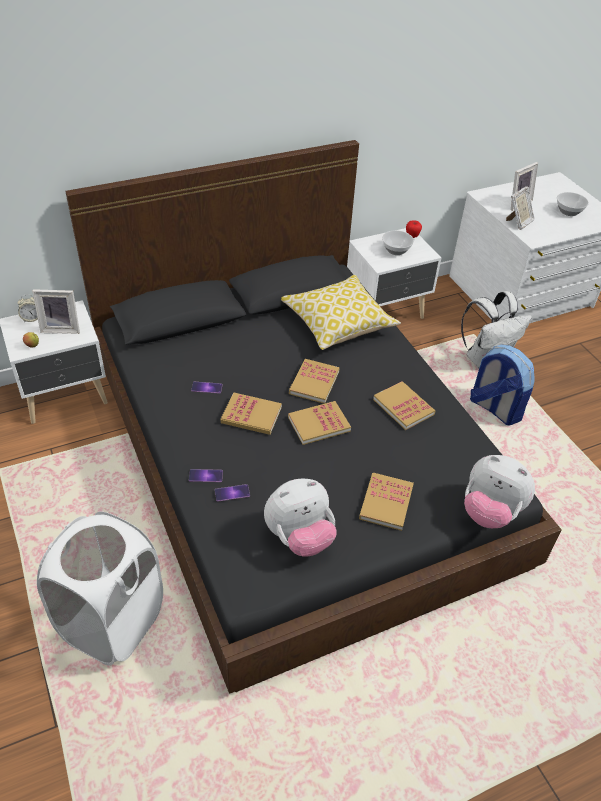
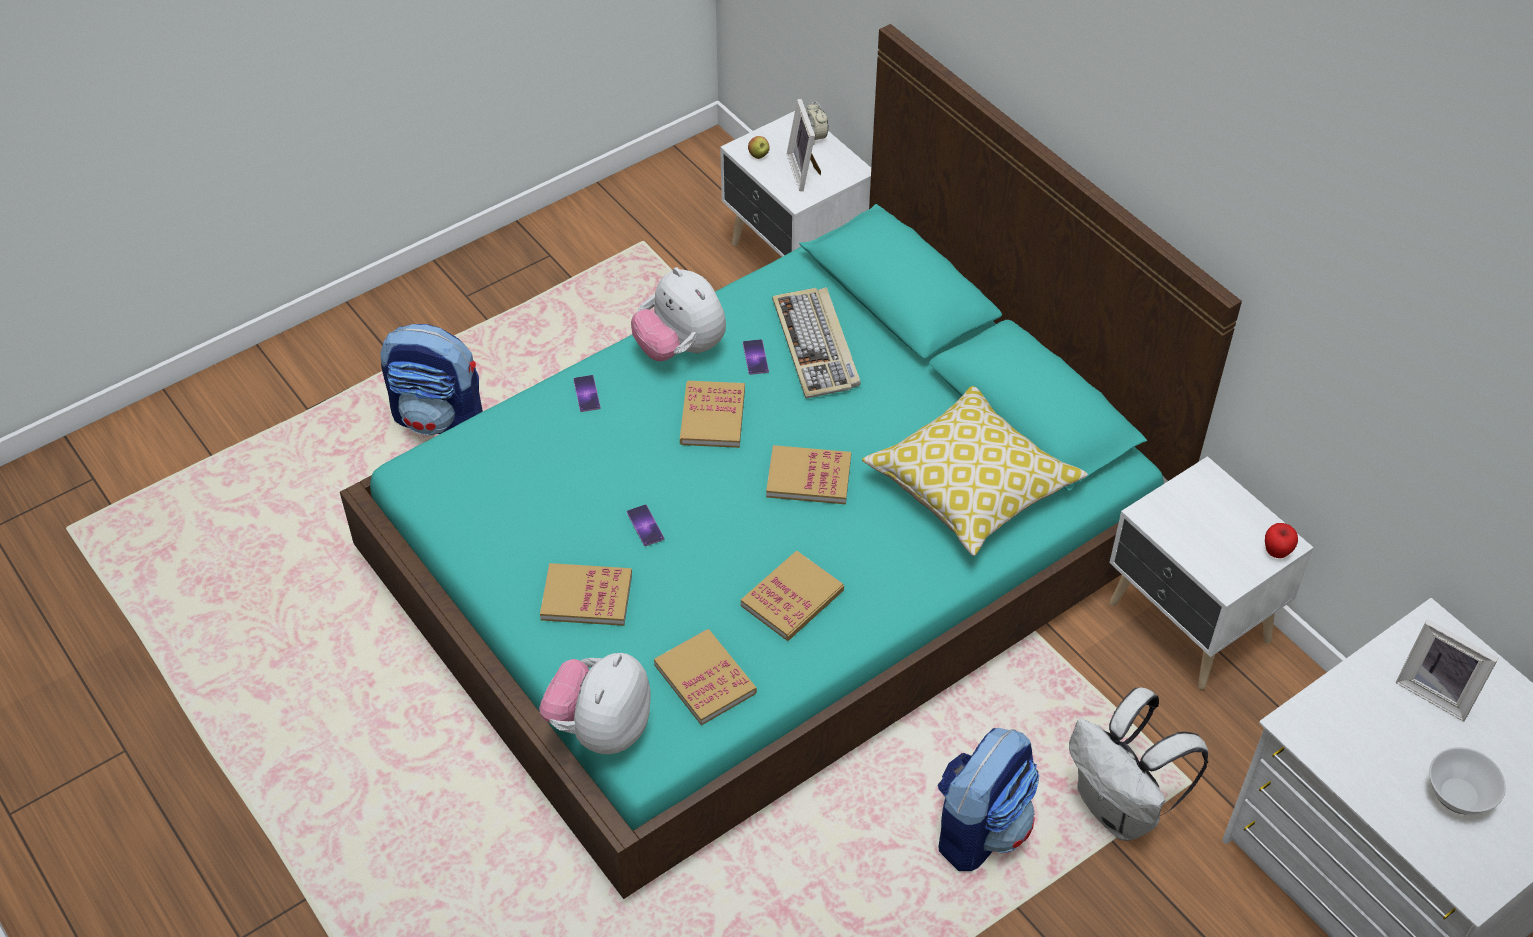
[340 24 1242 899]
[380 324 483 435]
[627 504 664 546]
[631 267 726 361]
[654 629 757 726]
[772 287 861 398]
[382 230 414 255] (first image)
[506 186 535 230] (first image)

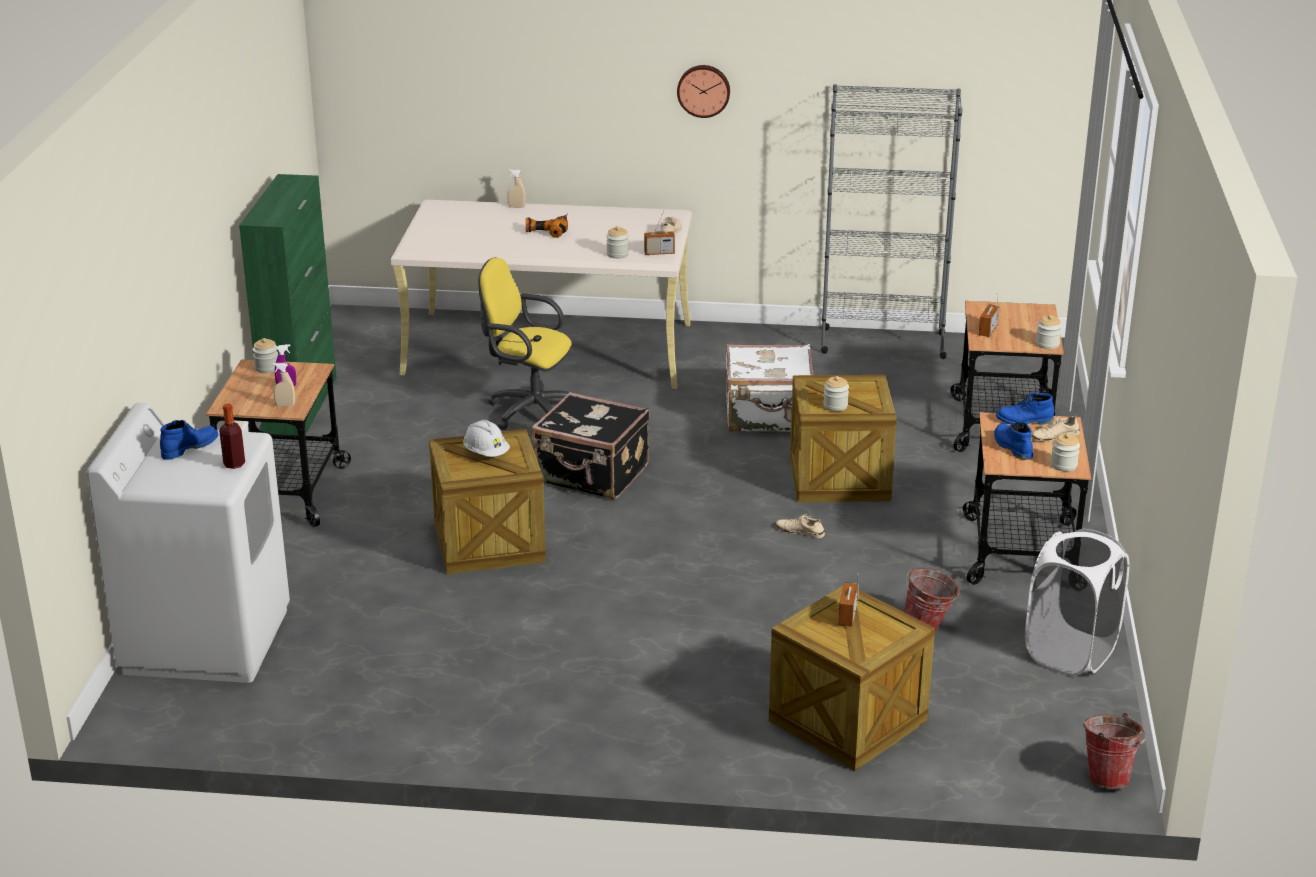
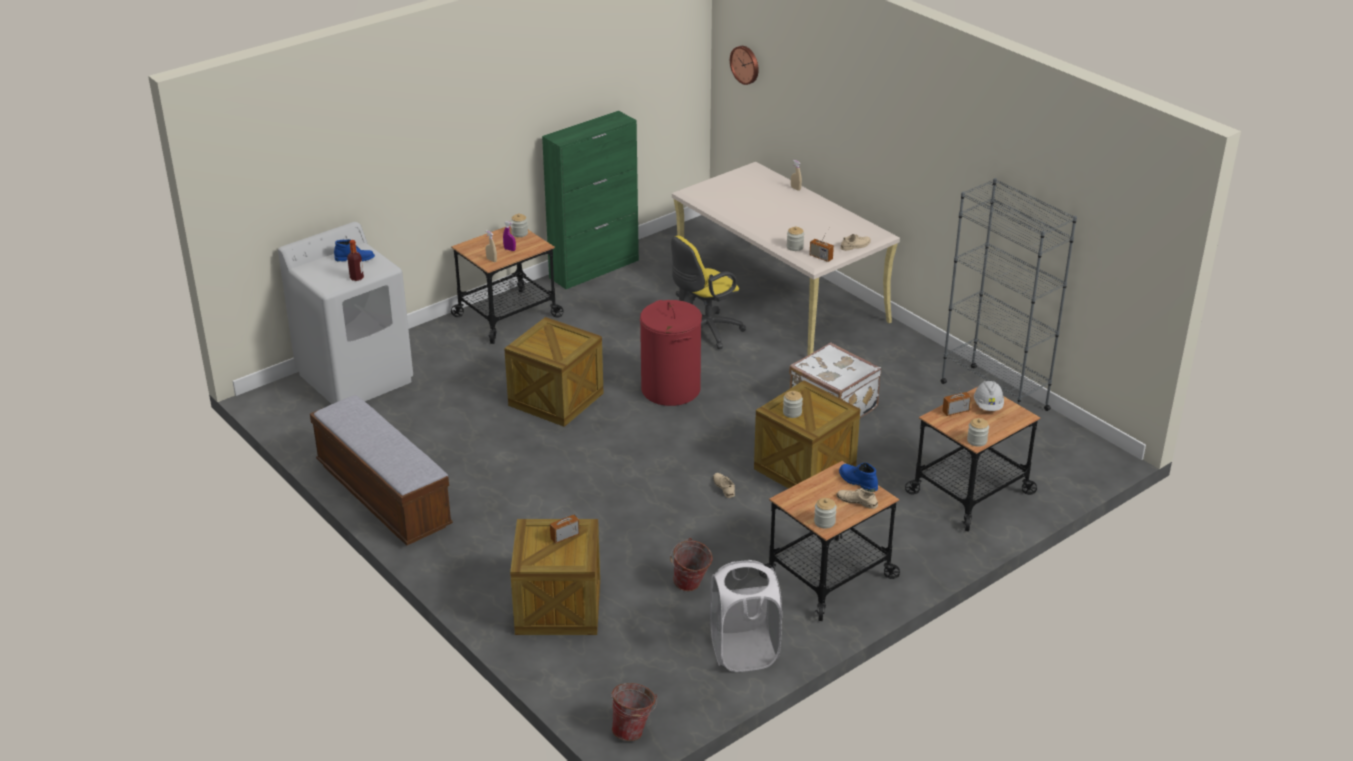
[310 395 453 546]
[640 300 702 406]
[671 236 746 349]
[730 46 759 85]
[974 381 1004 411]
[526 214 568 238] (first image)
[994 421 1033 460] (first image)

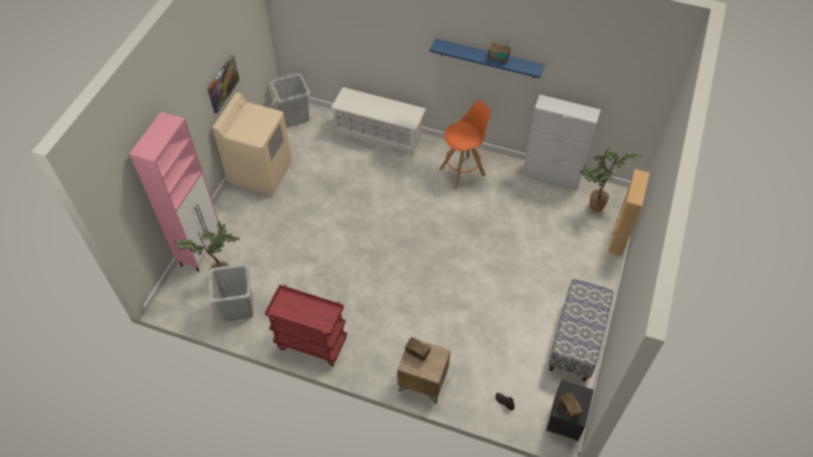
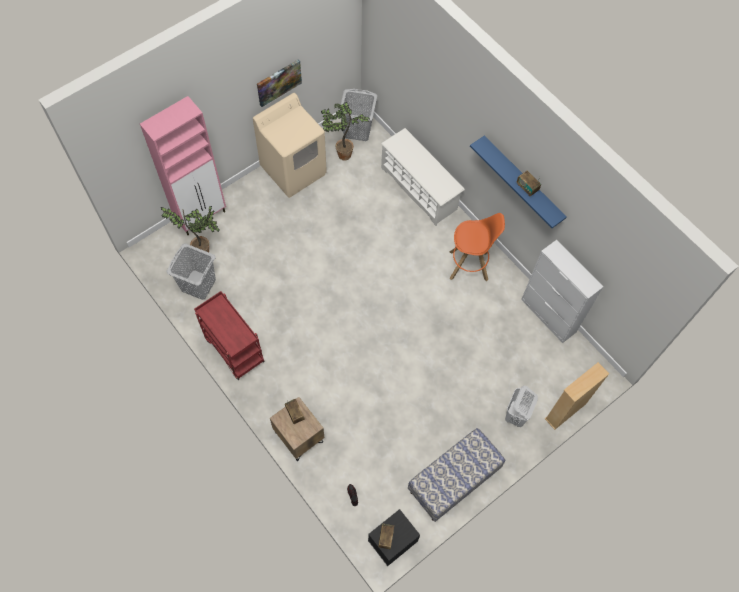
[321 102 370 161]
[505 386 538 427]

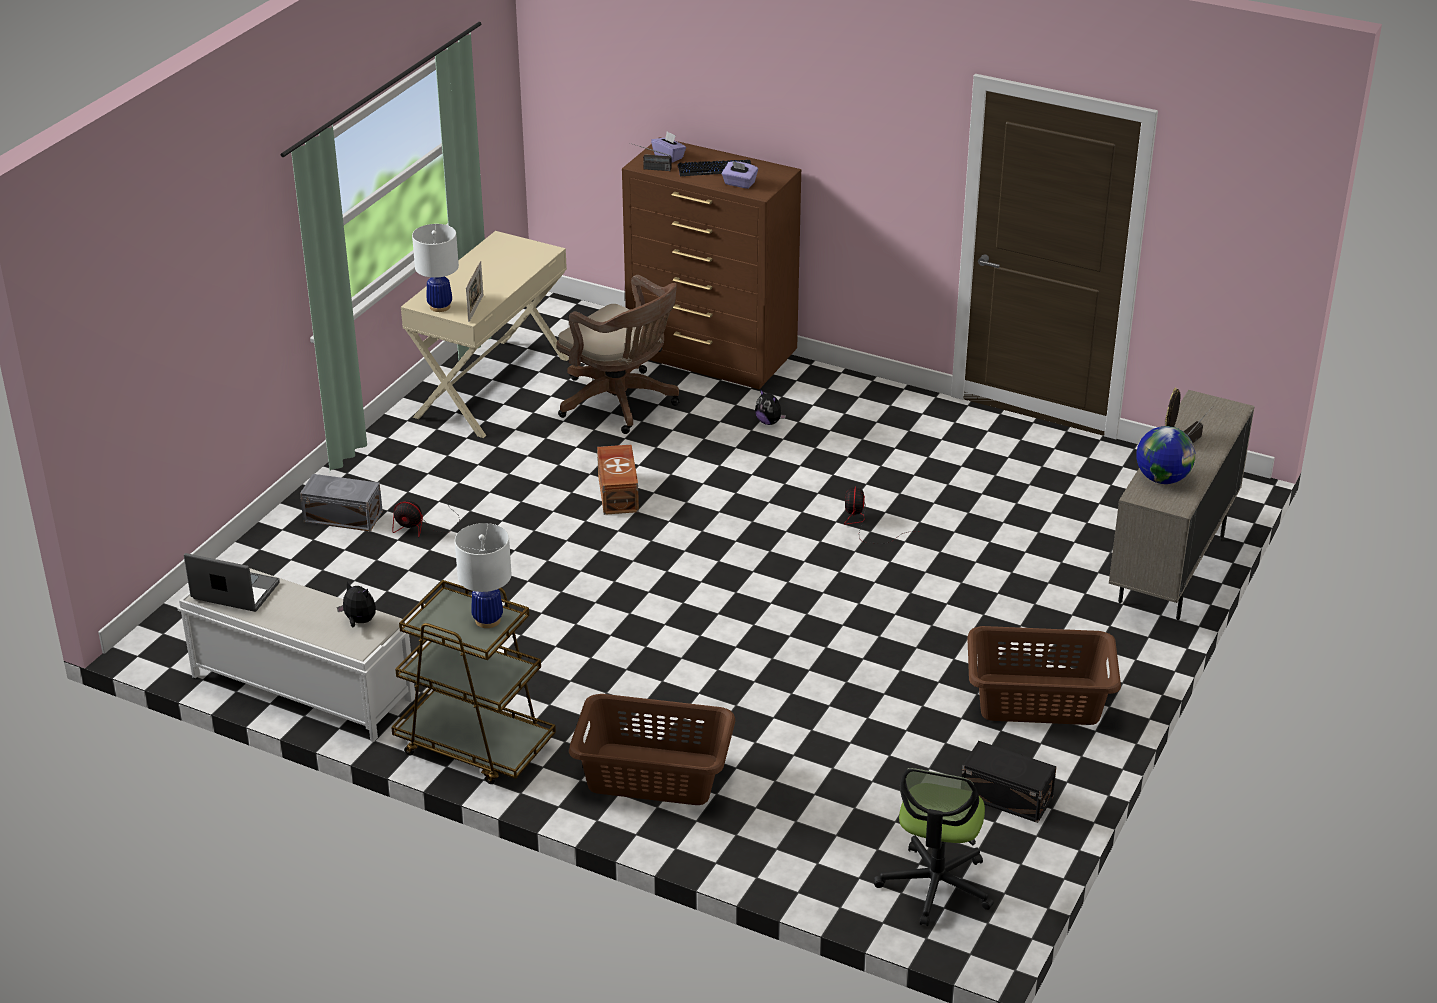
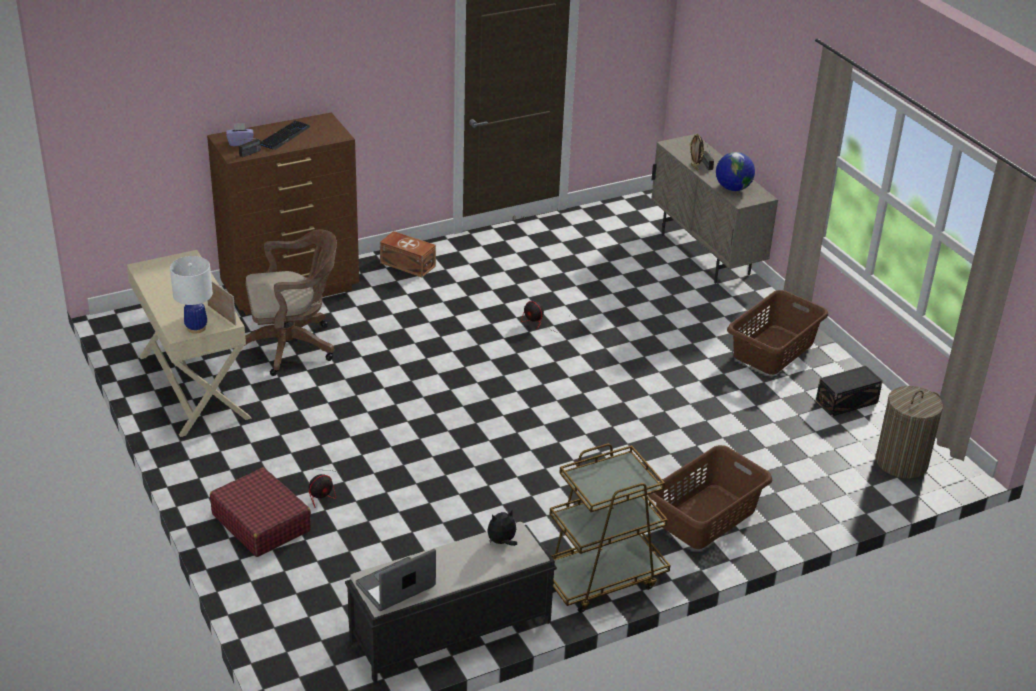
[210 468 311 557]
[345 522 557 683]
[380 231 436 278]
[876 386 943 478]
[455 523 512 628] (first image)
[722 161 758 189] (first image)
[755 389 786 425] (first image)

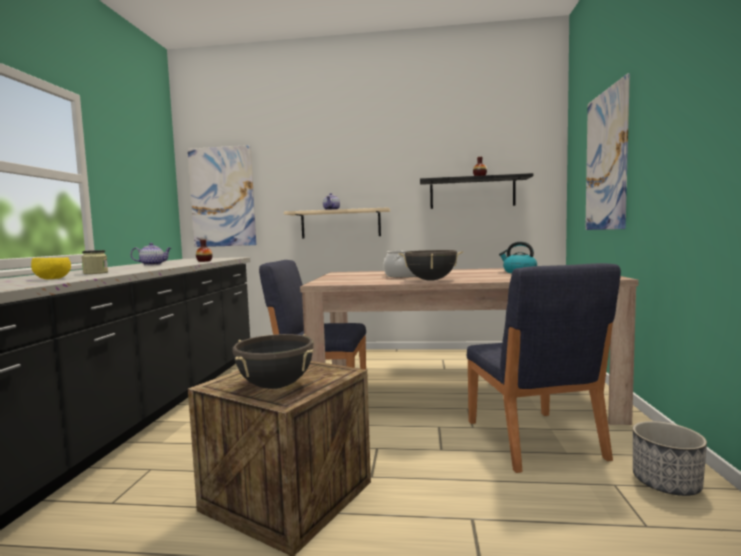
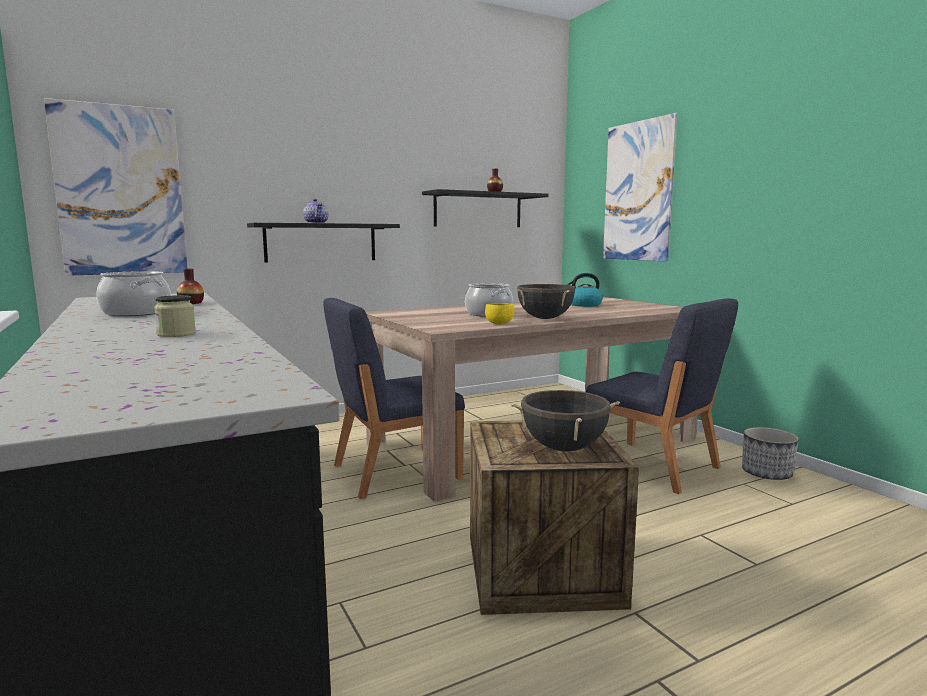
[96 271 171 316]
[247 223 400 263]
[485 303 515 325]

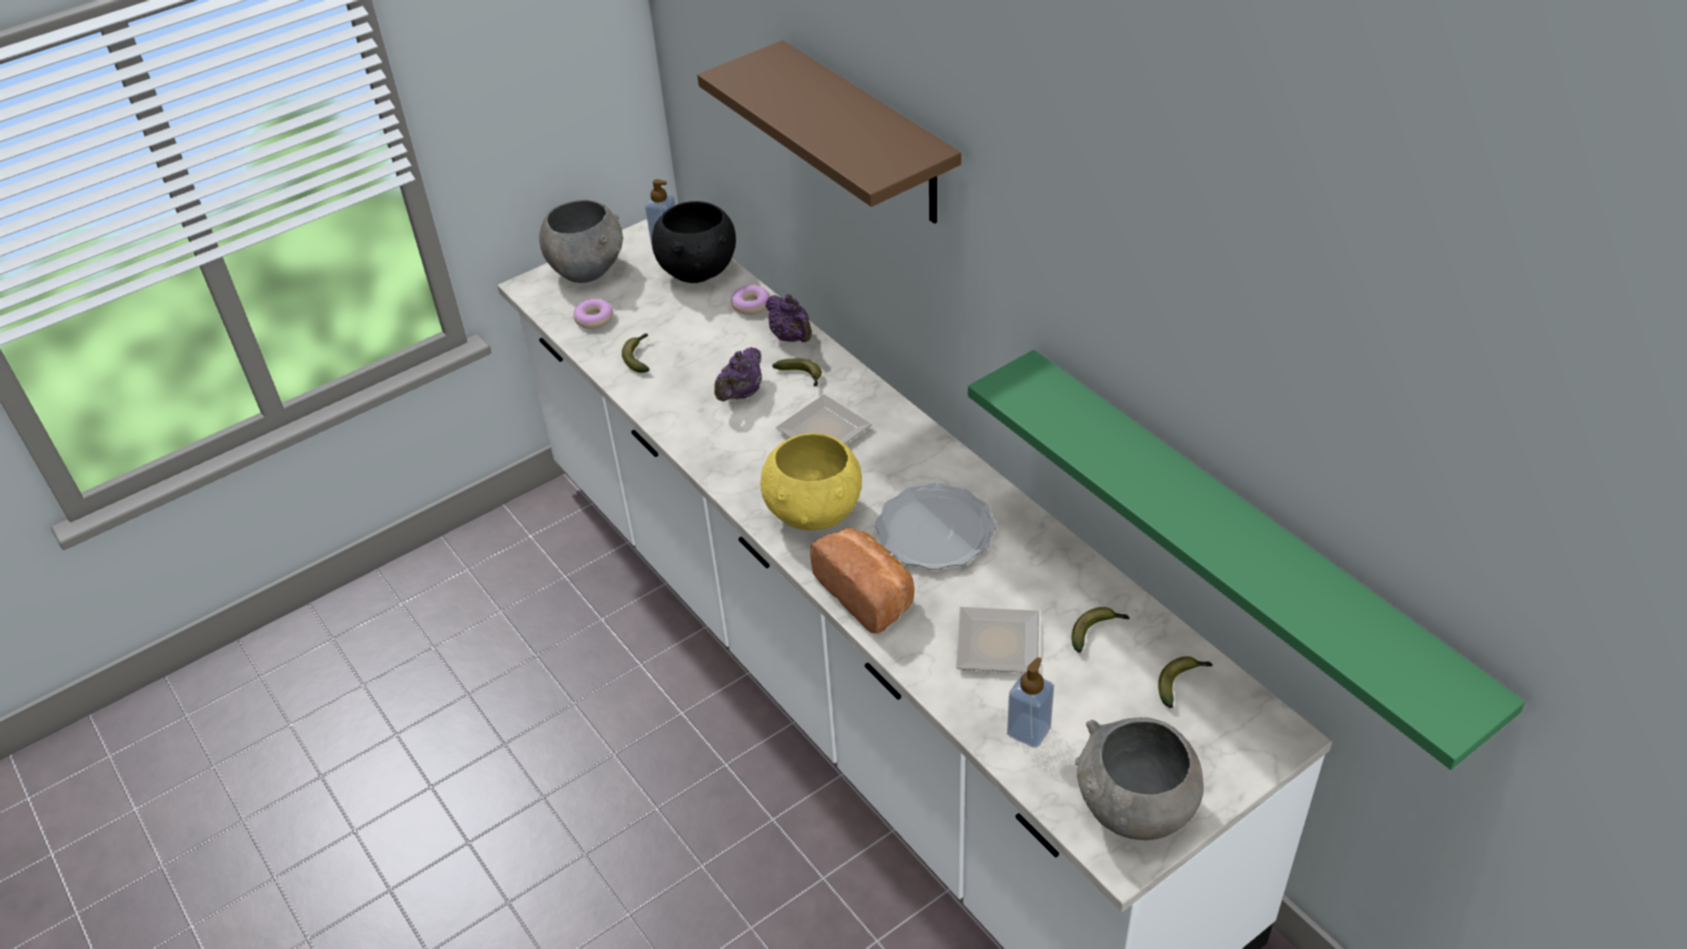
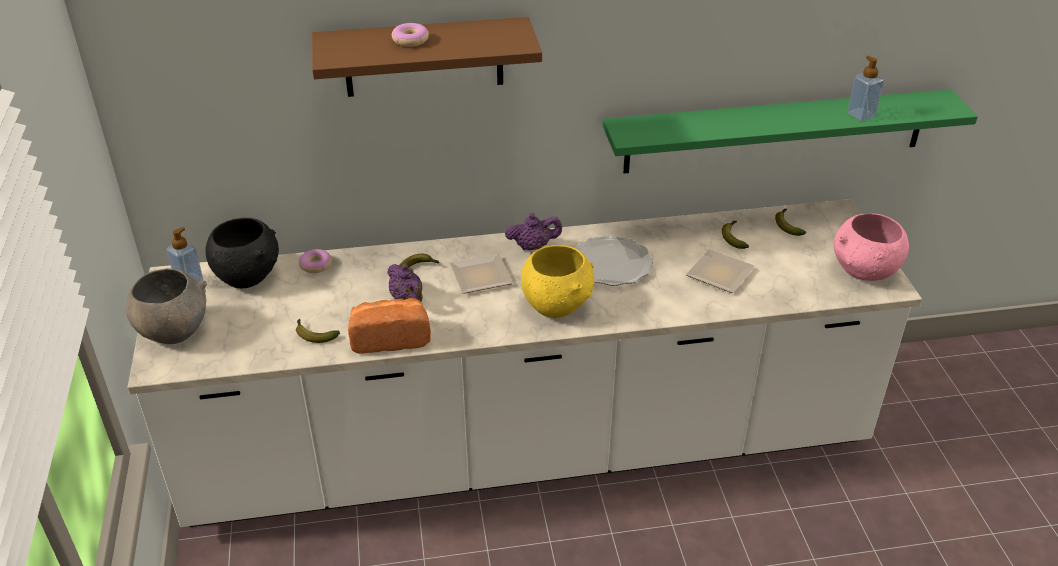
[348 298 431 354]
[392 23 429 47]
[505 213 562 250]
[834 213 909 281]
[847 56 884 121]

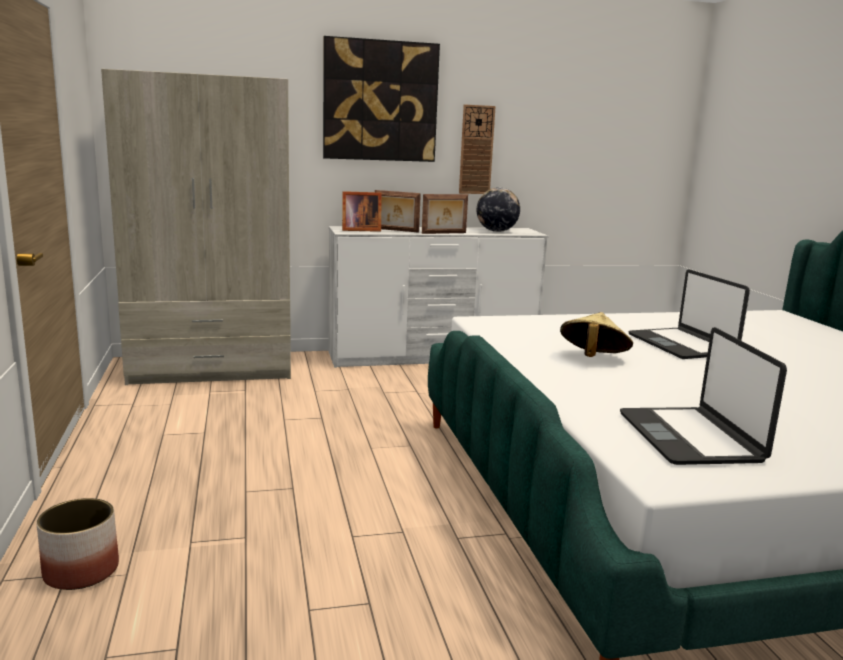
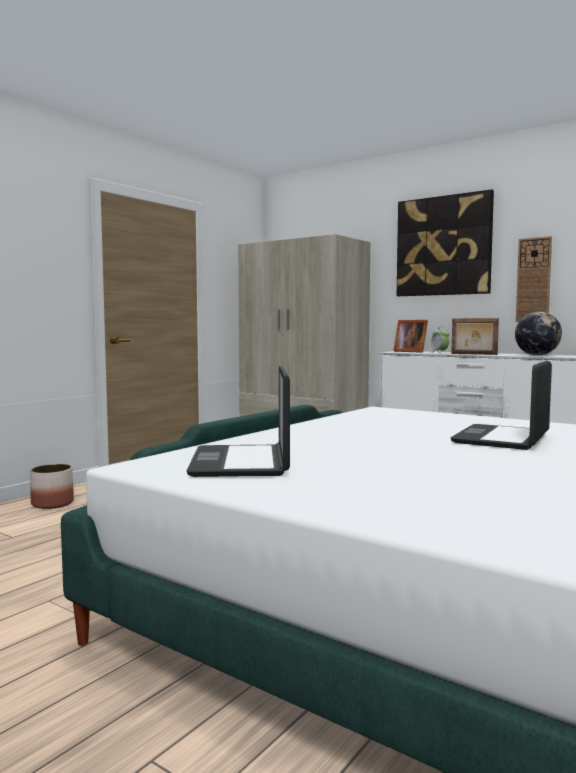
[186 366 290 477]
[431 326 449 353]
[560 312 633 357] (first image)

